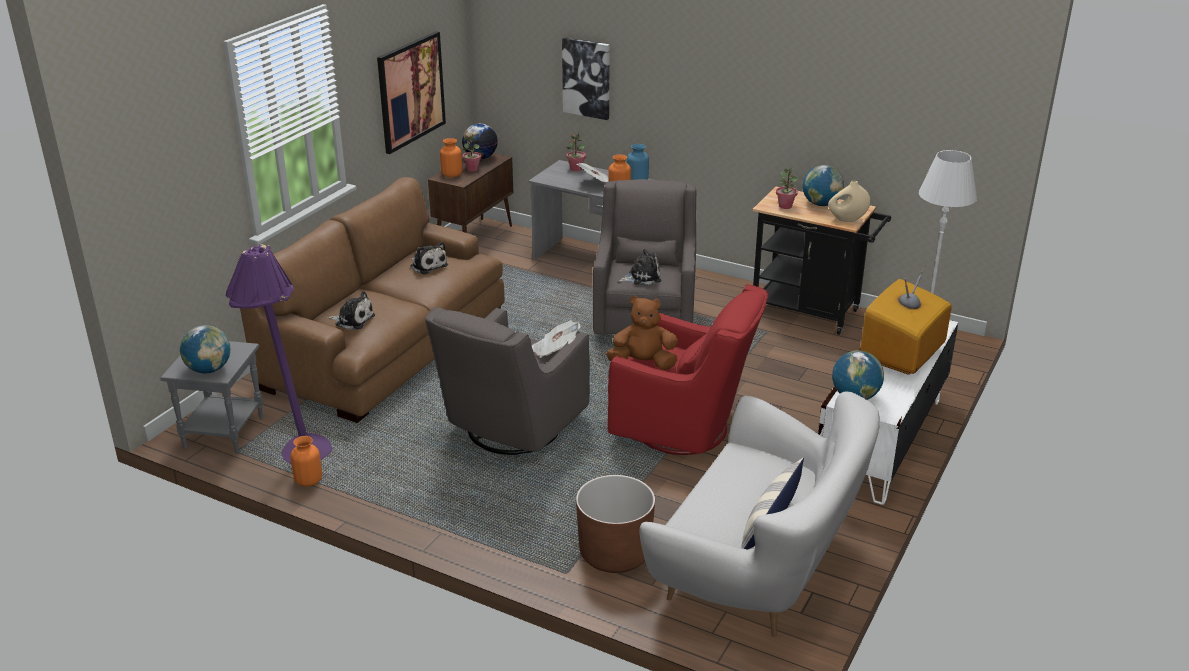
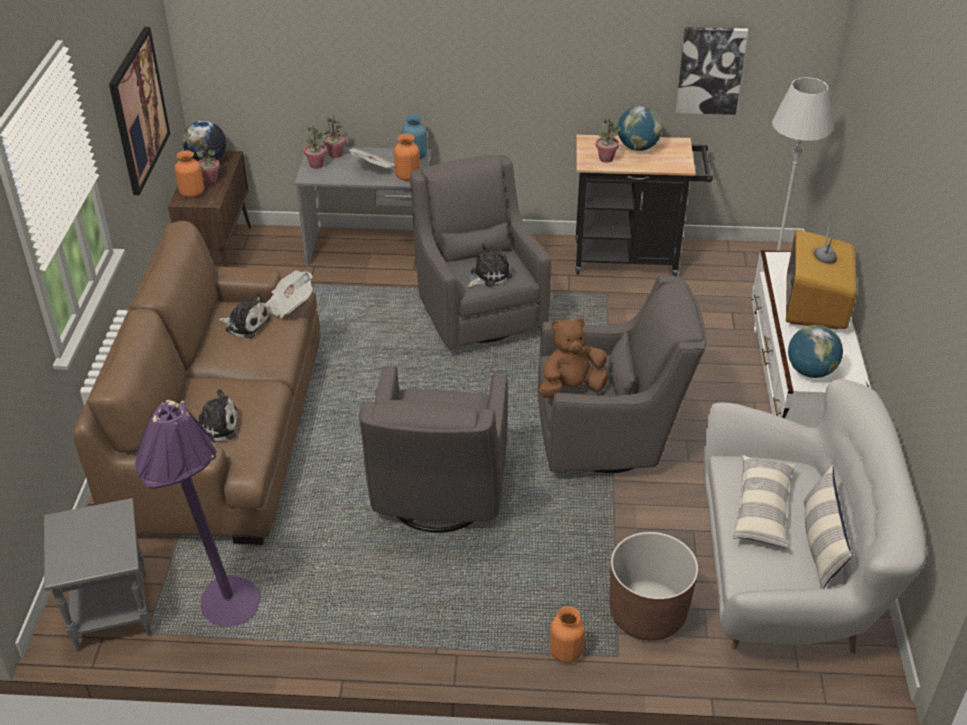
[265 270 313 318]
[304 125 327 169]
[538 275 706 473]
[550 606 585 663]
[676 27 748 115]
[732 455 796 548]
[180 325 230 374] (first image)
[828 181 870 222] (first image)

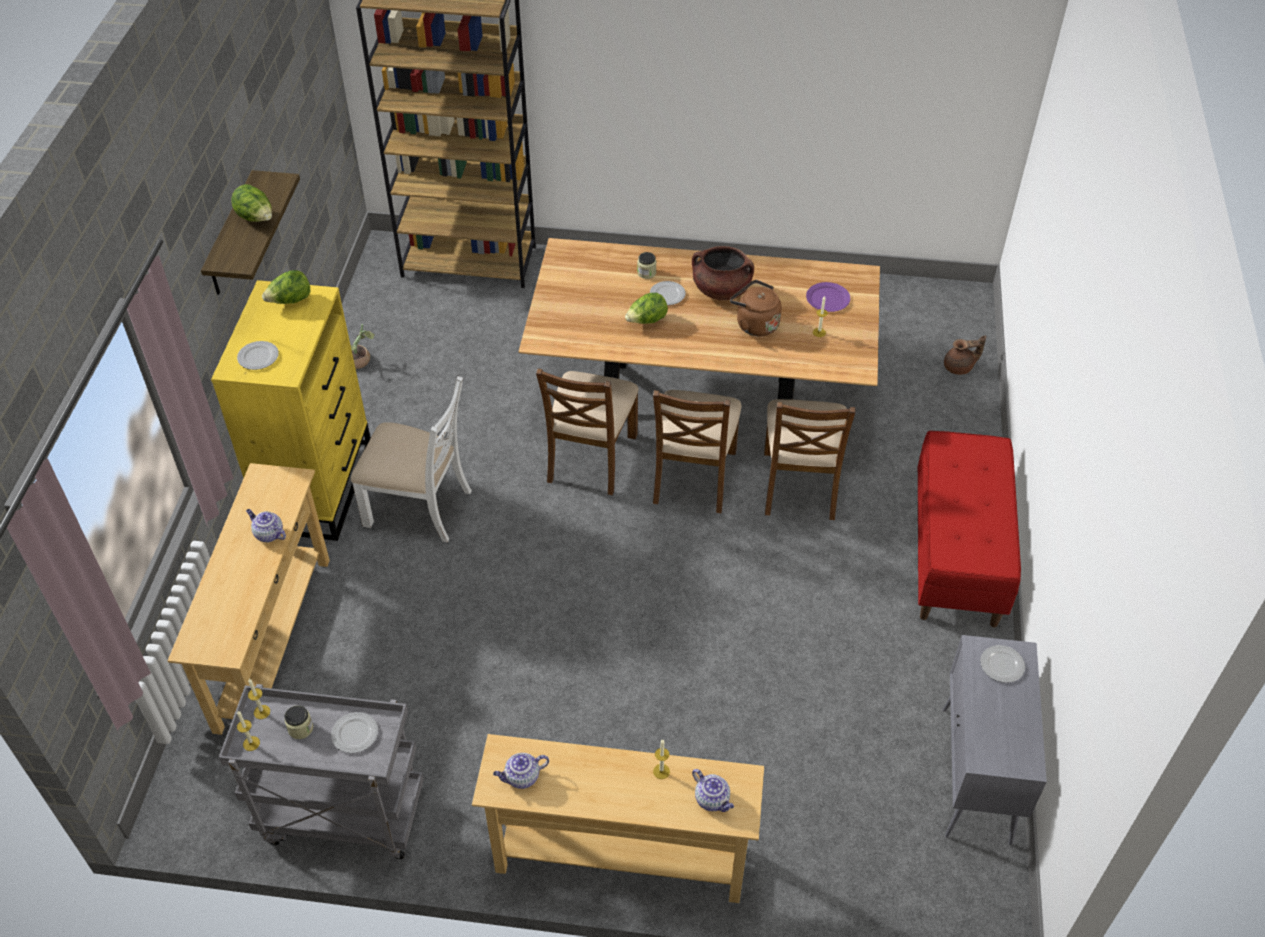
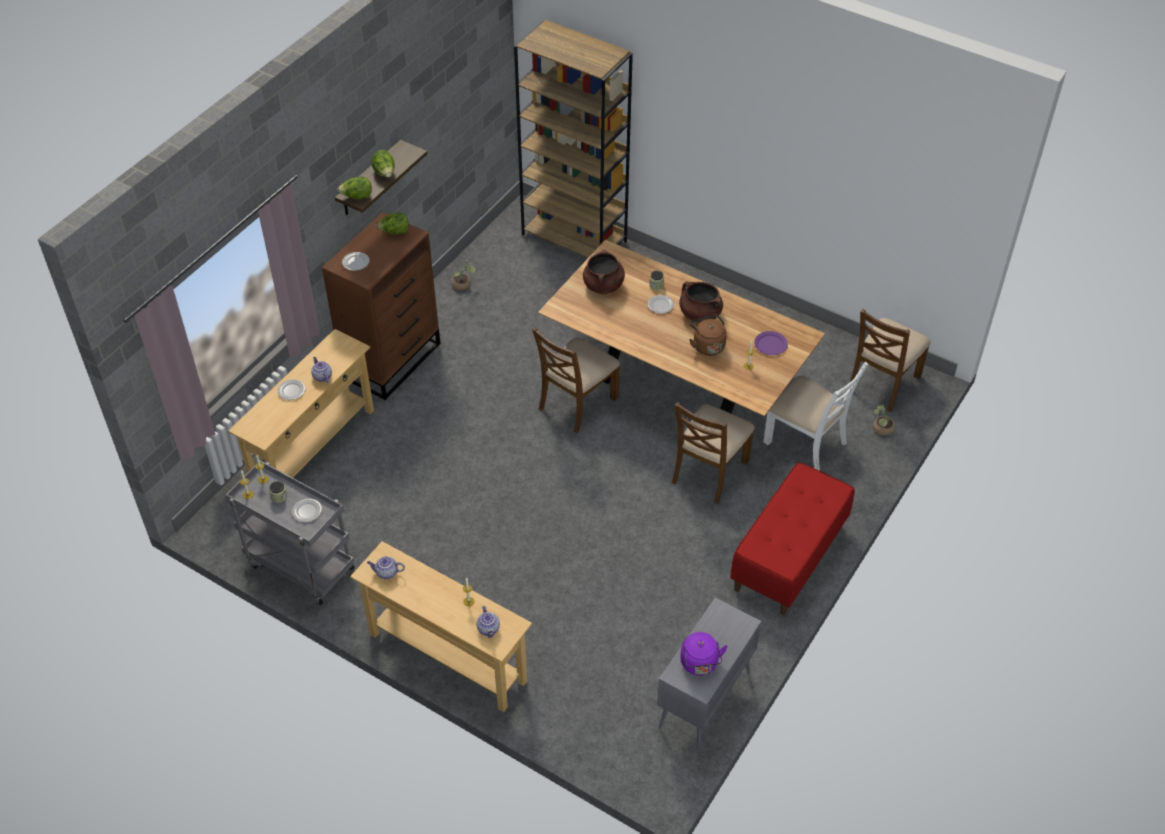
[277 379 305 400]
[322 212 441 400]
[337 177 372 199]
[583 249 625 294]
[680 632 728 676]
[763 361 868 471]
[850 309 931 412]
[873 404 895 435]

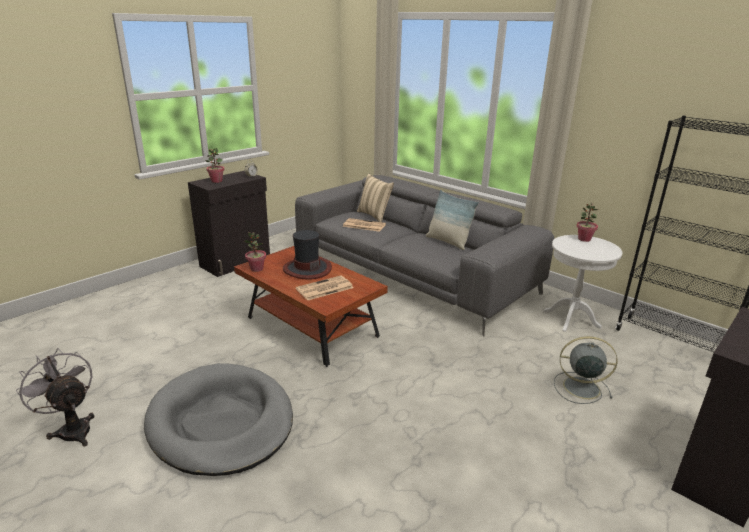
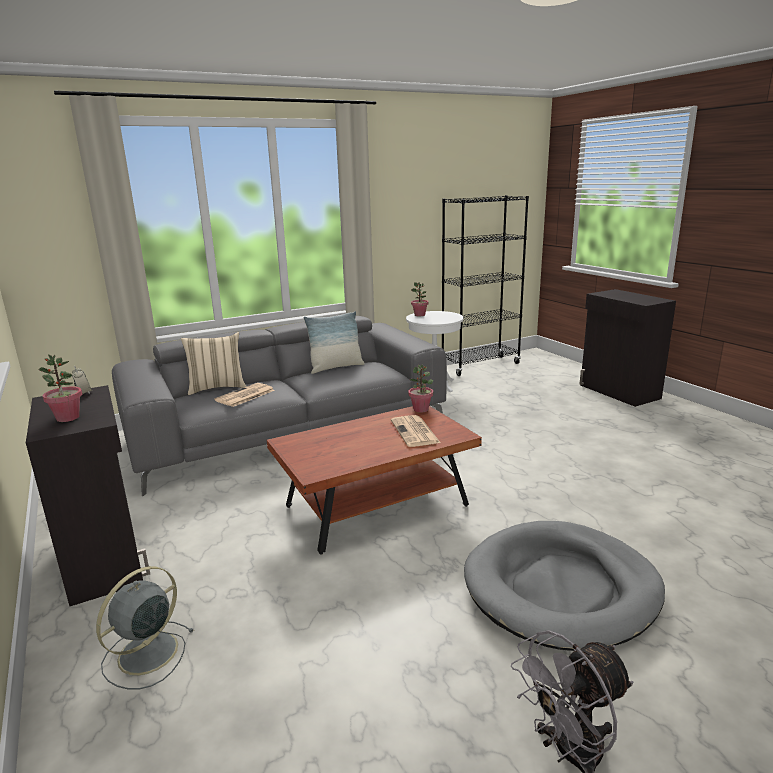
[96 566 194 690]
[408 365 433 413]
[283 230 332 280] (first image)

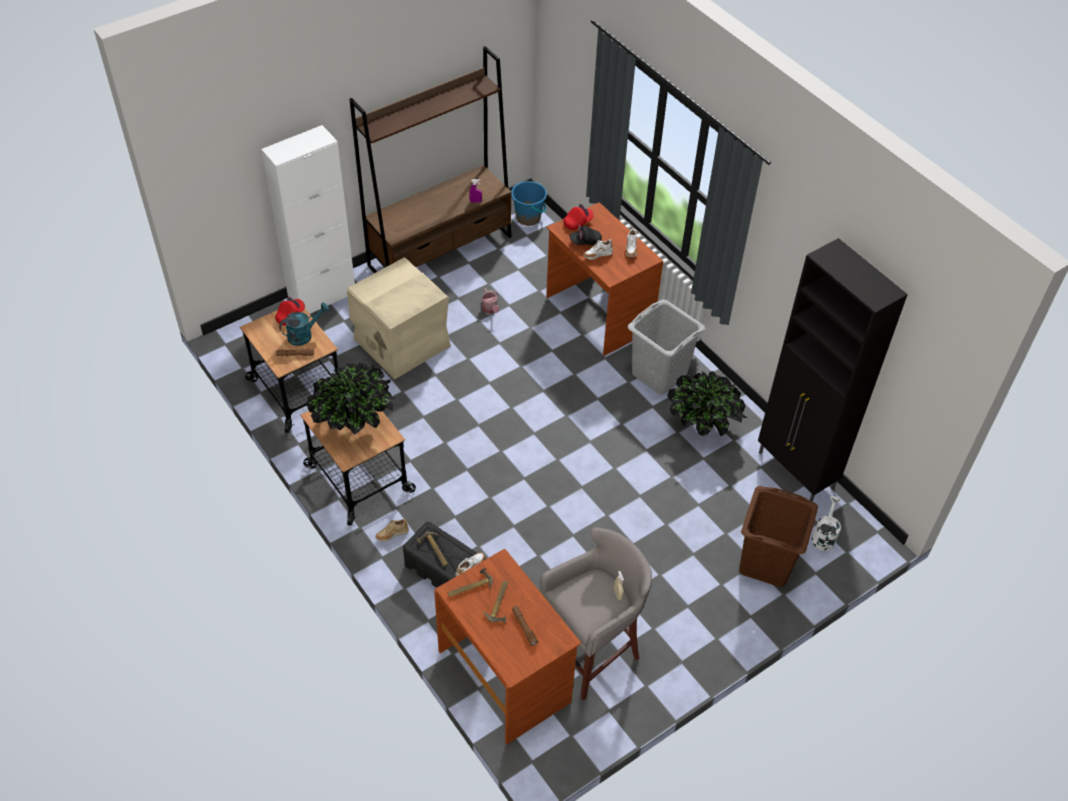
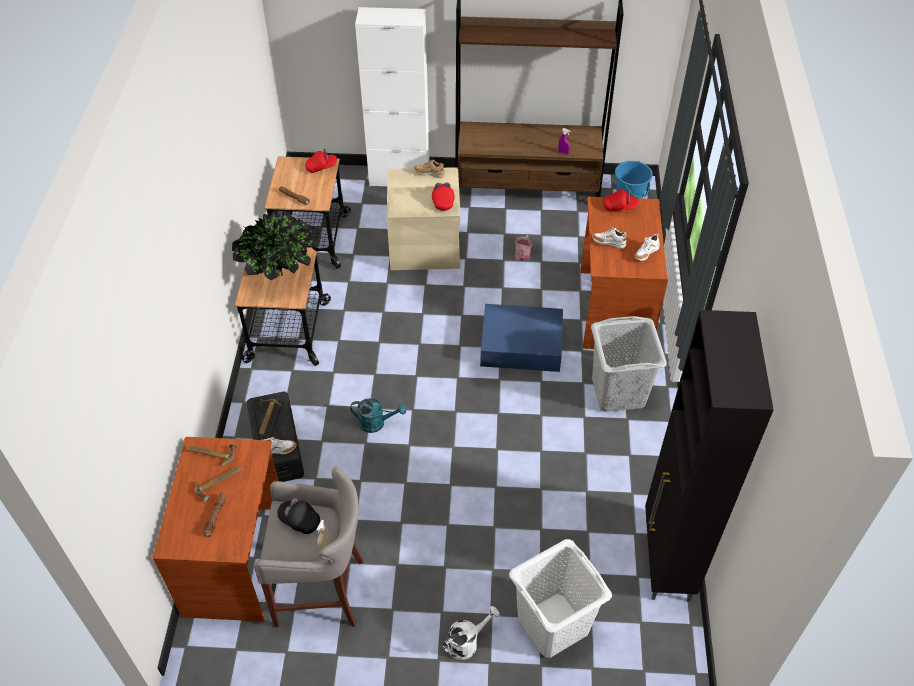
[277 498 320 534]
[350 398 406 433]
[414 159 445 178]
[432 182 455 211]
[443 606 500 660]
[480 304 563 372]
[509 539 612 658]
[667 371 747 436] (first image)

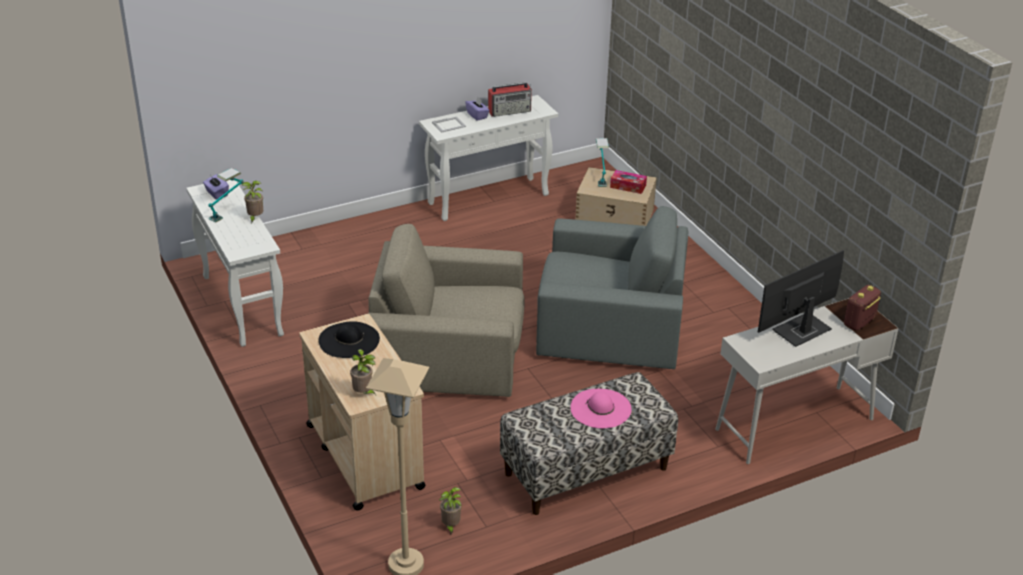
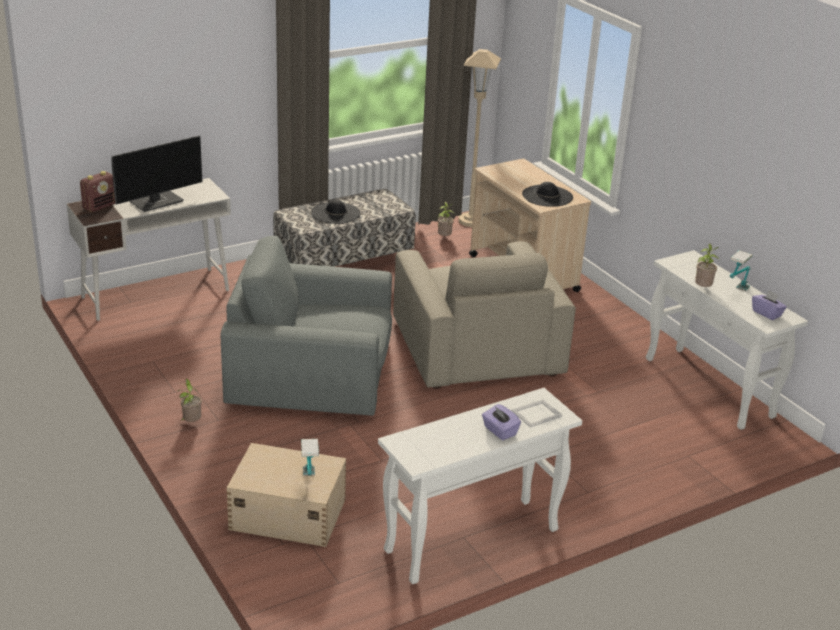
[178 379 202 422]
[311 199 361 224]
[393 241 576 389]
[488 82 532 117] (first image)
[610 170 647 194] (first image)

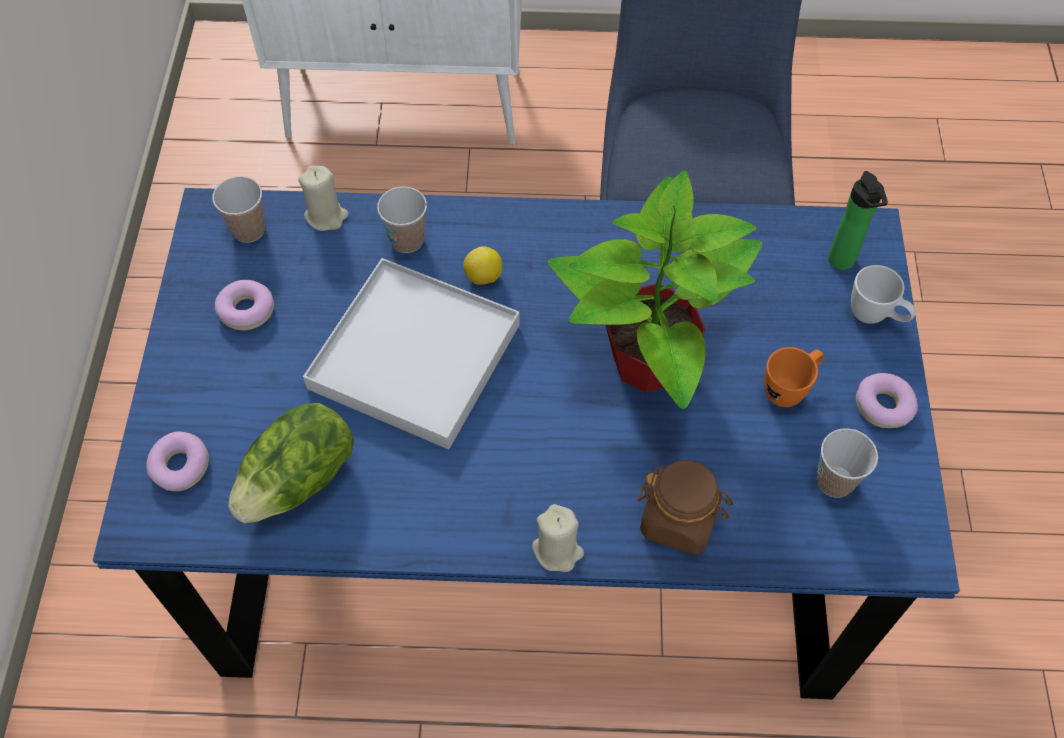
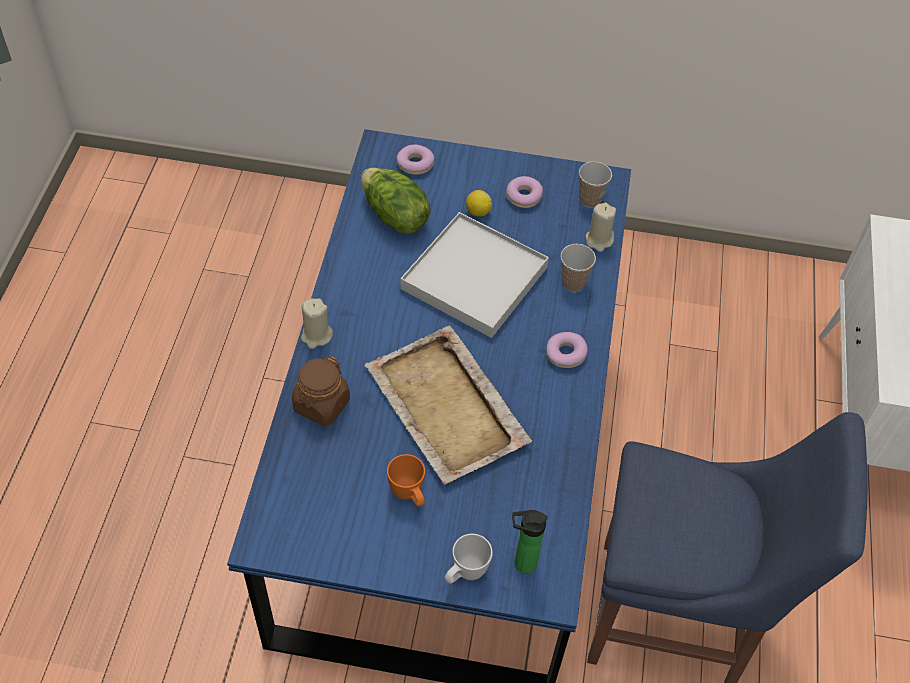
[364 325 532 485]
[466 190 492 217]
[547 332 588 368]
[817 428 878 498] (first image)

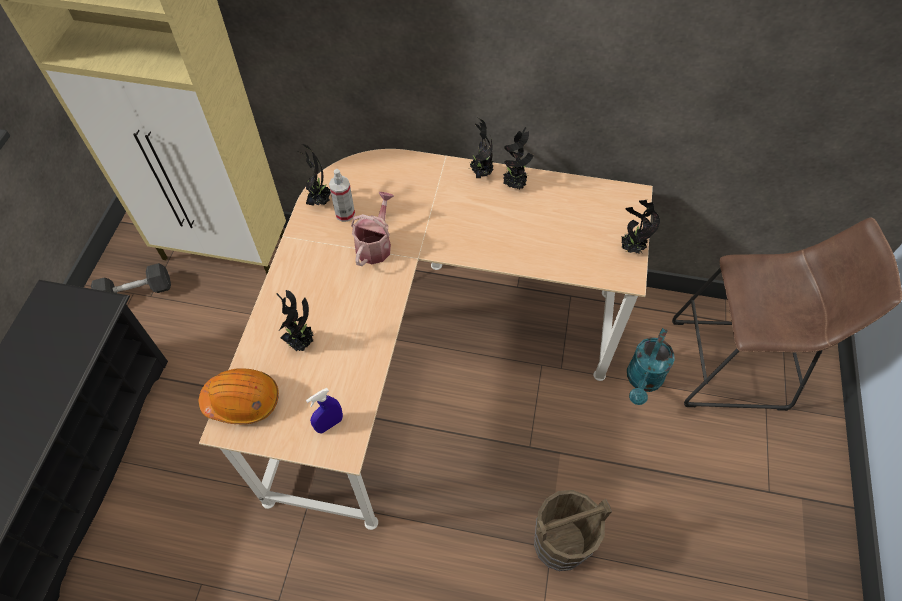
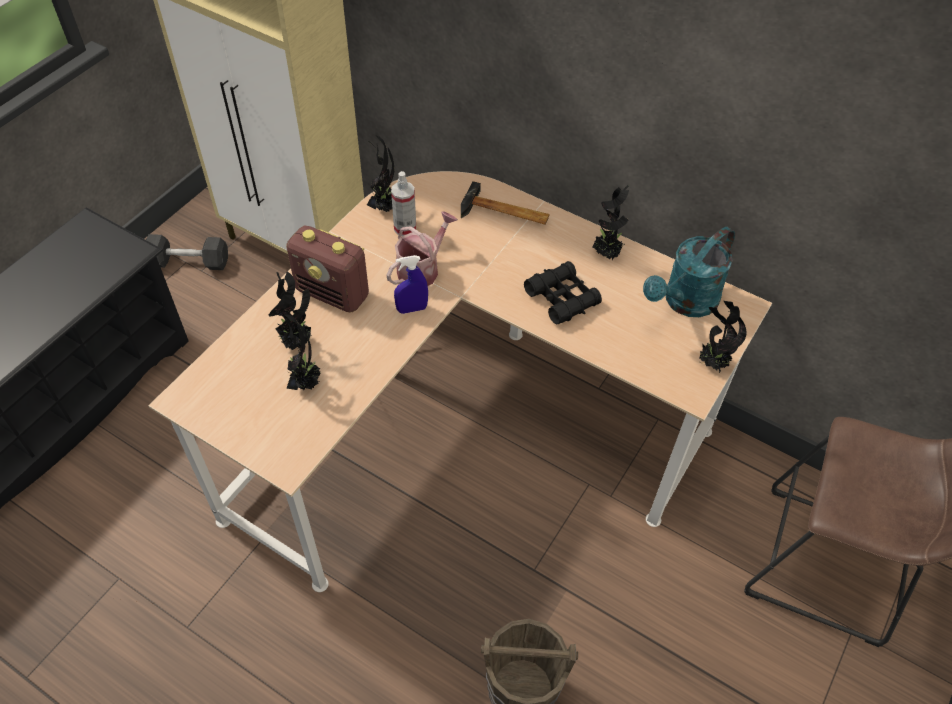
[278 315 321 390]
[286 226 369 312]
[394 255 428 314]
[461 181 550 224]
[524 261 602 324]
[643 227 735 317]
[199 368 279 424] (first image)

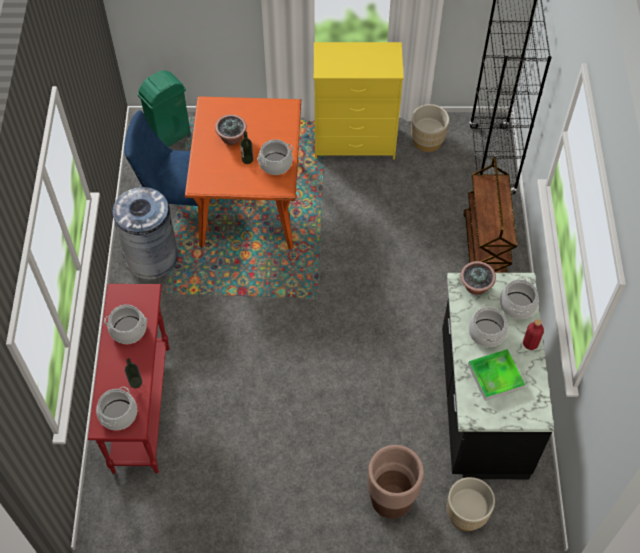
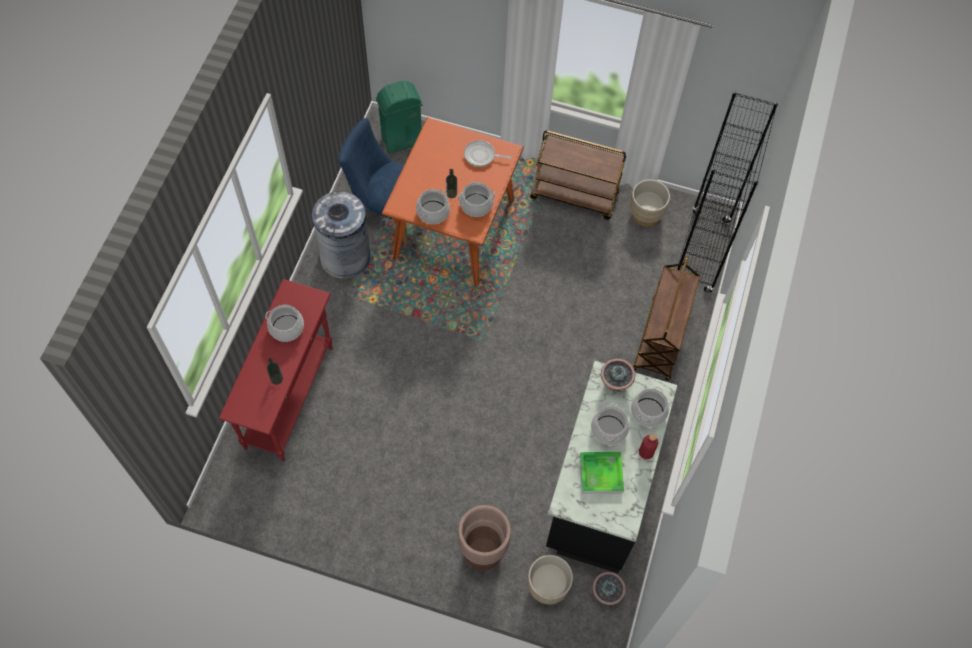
[416 189 450 224]
[464 140 512 167]
[530 130 626 220]
[592 572 626 605]

